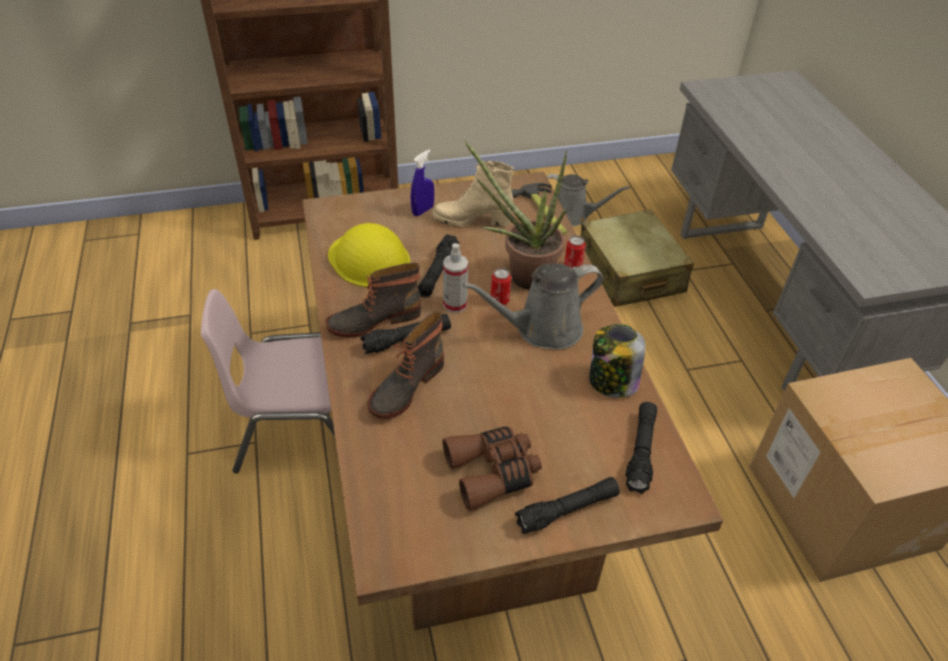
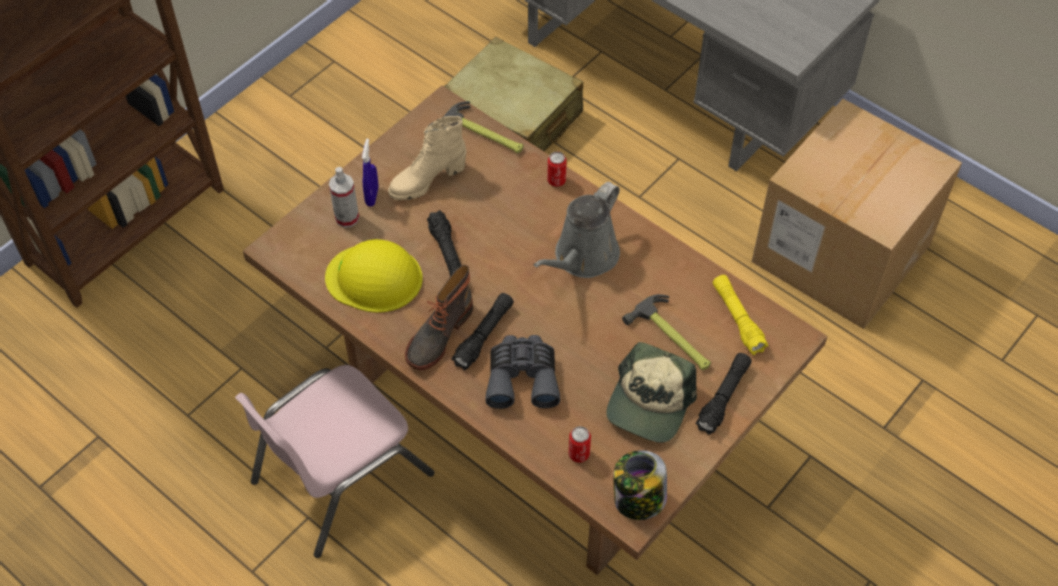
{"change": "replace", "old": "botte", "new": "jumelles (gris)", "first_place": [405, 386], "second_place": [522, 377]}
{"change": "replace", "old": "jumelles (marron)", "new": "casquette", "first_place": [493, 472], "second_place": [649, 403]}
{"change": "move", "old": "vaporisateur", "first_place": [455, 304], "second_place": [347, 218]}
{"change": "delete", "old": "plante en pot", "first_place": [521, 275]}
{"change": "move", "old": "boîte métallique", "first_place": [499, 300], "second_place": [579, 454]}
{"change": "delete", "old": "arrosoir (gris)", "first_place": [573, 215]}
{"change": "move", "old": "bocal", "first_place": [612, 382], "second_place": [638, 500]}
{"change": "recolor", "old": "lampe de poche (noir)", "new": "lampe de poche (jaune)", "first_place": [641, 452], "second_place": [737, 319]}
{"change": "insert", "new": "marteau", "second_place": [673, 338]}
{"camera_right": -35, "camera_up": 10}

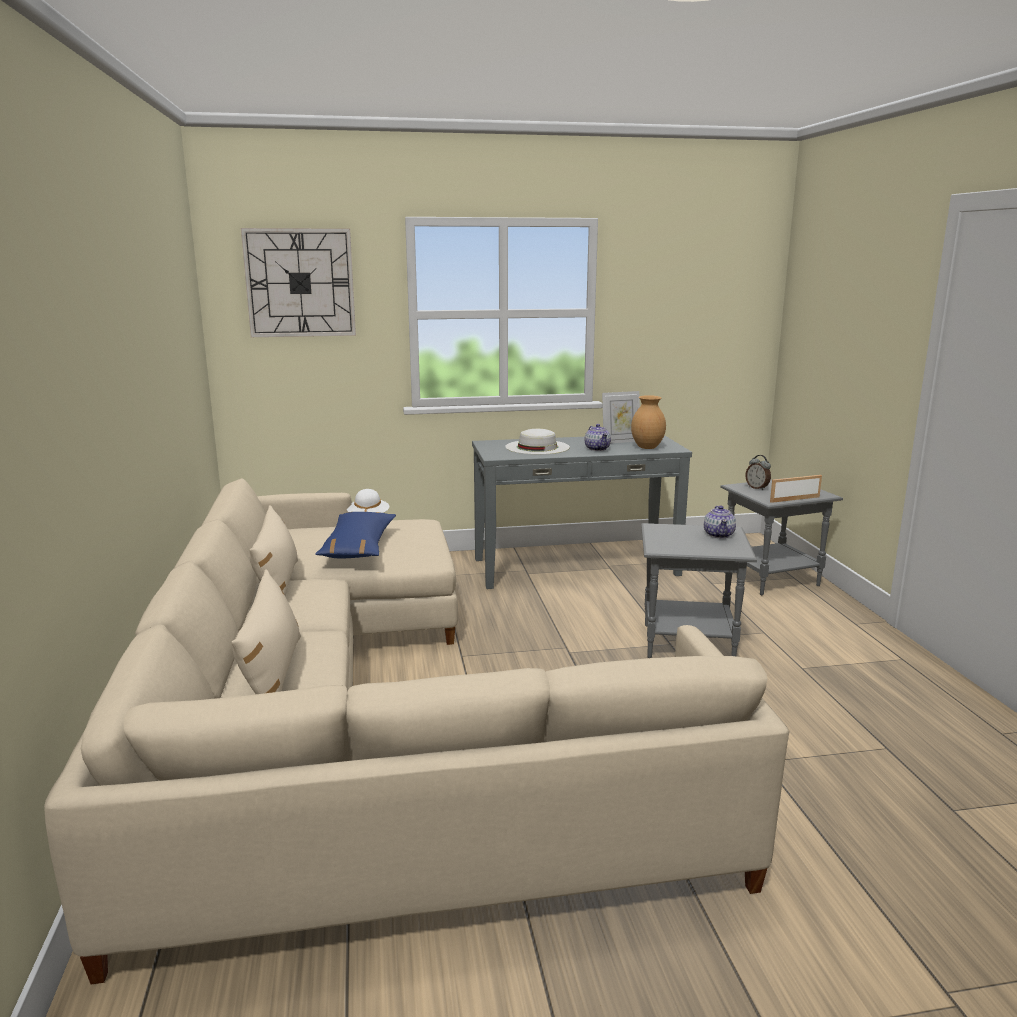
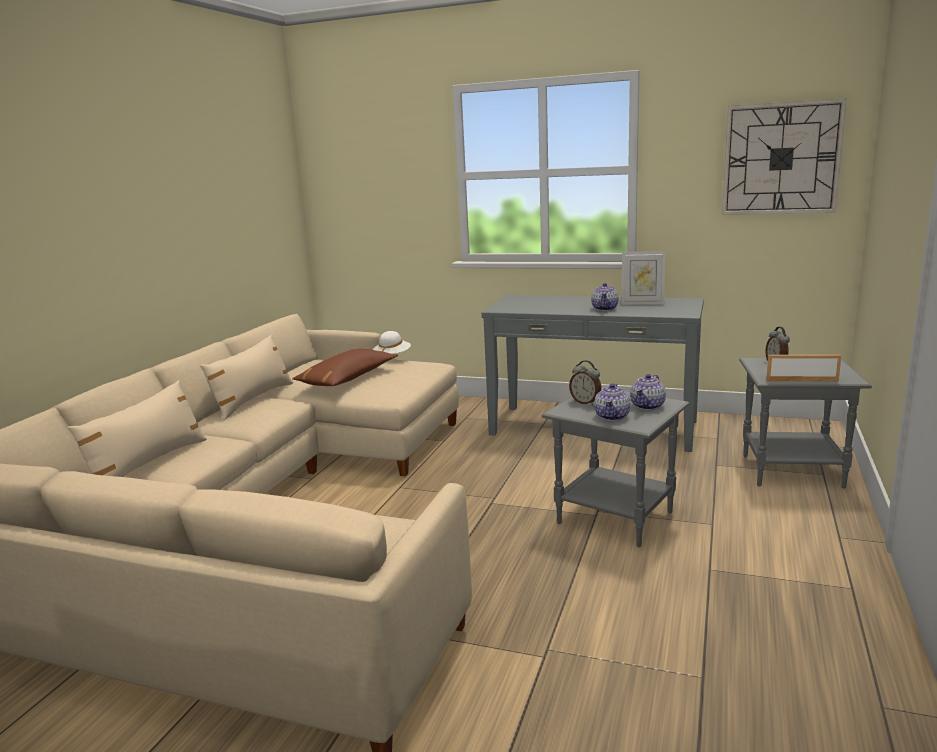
{"change": "move", "old": "horloge murale", "first_place": [300, 283], "second_place": [781, 159]}
{"change": "recolor", "old": "coussin (bleu)", "new": "coussin (marron)", "first_place": [358, 547], "second_place": [347, 378]}
{"change": "delete", "old": "chapeau (blanc)", "first_place": [537, 447]}
{"change": "delete", "old": "vase (marron)", "first_place": [646, 447]}
{"change": "insert", "new": "réveil", "second_place": [585, 402]}
{"change": "insert", "new": "théière", "second_place": [612, 416]}
{"camera_right": 30, "camera_up": 0}

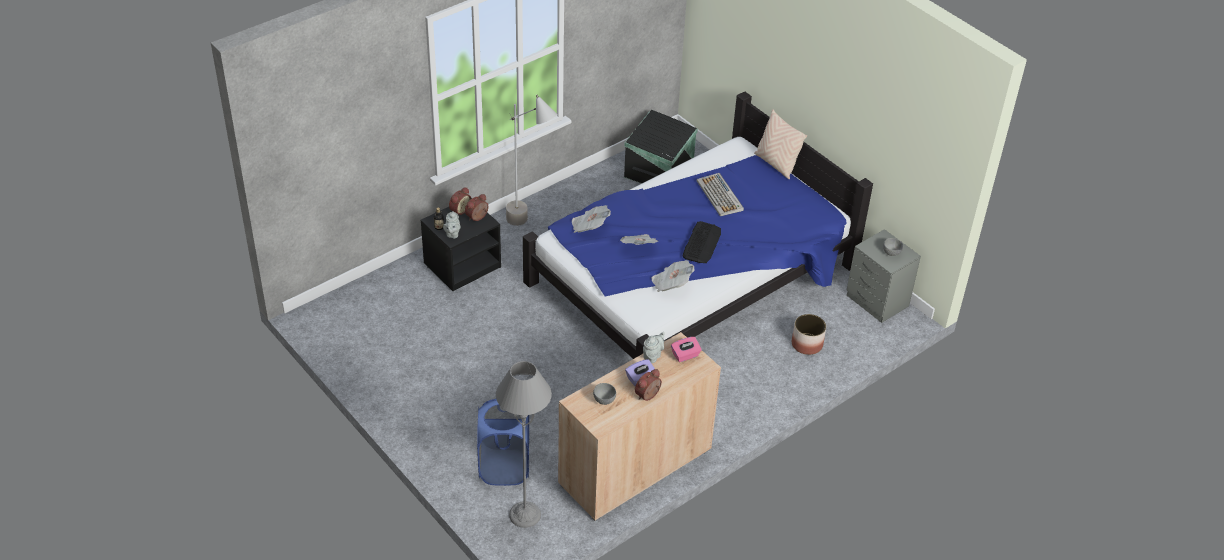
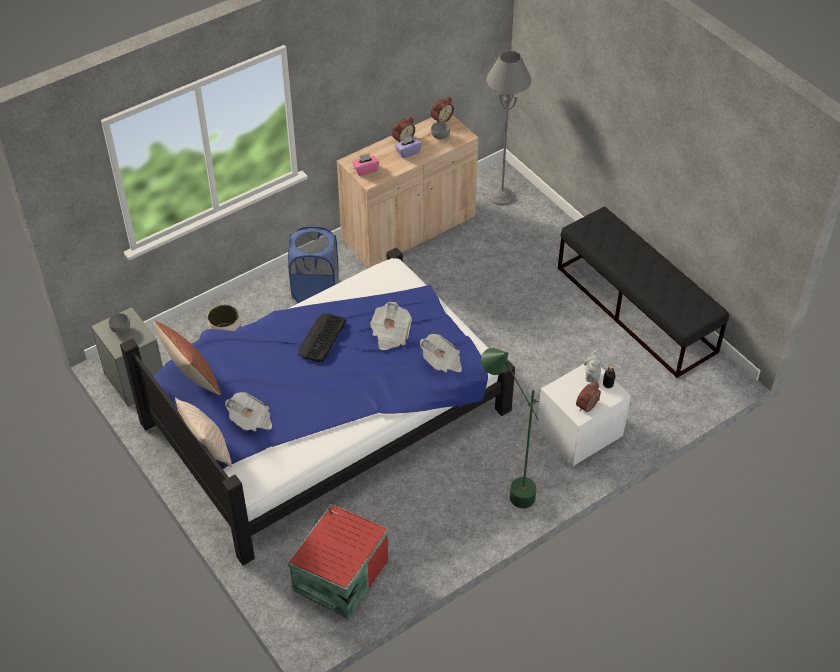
{"change": "recolor", "old": "table de chevet (noir)", "new": "table de chevet (blanc)", "first_place": [462, 265], "second_place": [579, 433]}
{"change": "move", "old": "réveil", "first_place": [478, 218], "second_place": [441, 119]}
{"change": "move", "old": "panier à linge (bleu)", "first_place": [504, 468], "second_place": [316, 291]}
{"change": "recolor", "old": "lampadaire (gris)", "new": "lampadaire (vert)", "first_place": [530, 226], "second_place": [505, 485]}
{"change": "recolor", "old": "boîte de rangement (noir)", "new": "boîte de rangement (rouge)", "first_place": [660, 168], "second_place": [339, 575]}
{"change": "delete", "old": "théière (gris)", "first_place": [653, 355]}
{"change": "move", "old": "journal", "first_place": [671, 284], "second_place": [251, 420]}
{"change": "delete", "old": "clavier", "first_place": [720, 196]}
{"change": "insert", "new": "coussin", "second_place": [191, 379]}
{"change": "insert", "new": "banc (noir)", "second_place": [636, 310]}
{"camera_right": -175, "camera_up": 5}

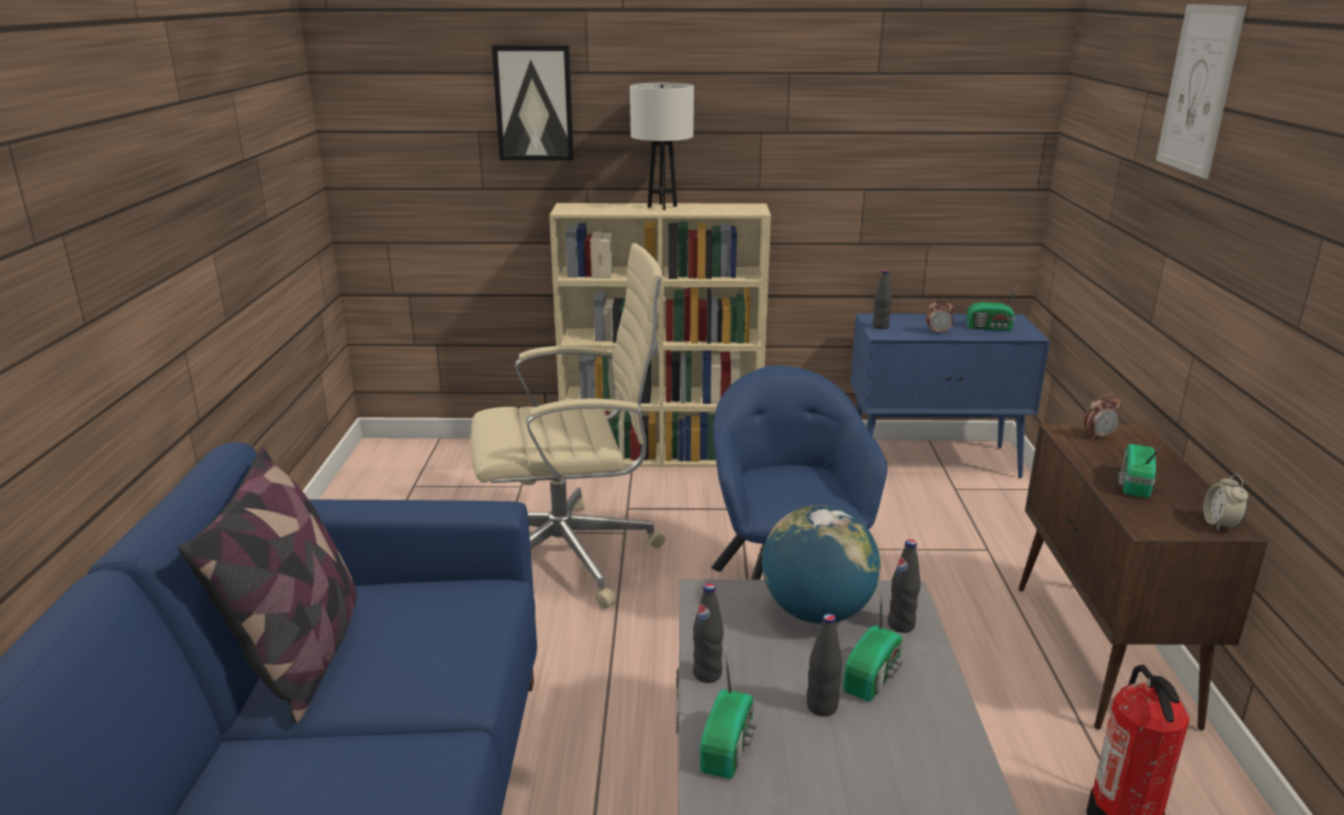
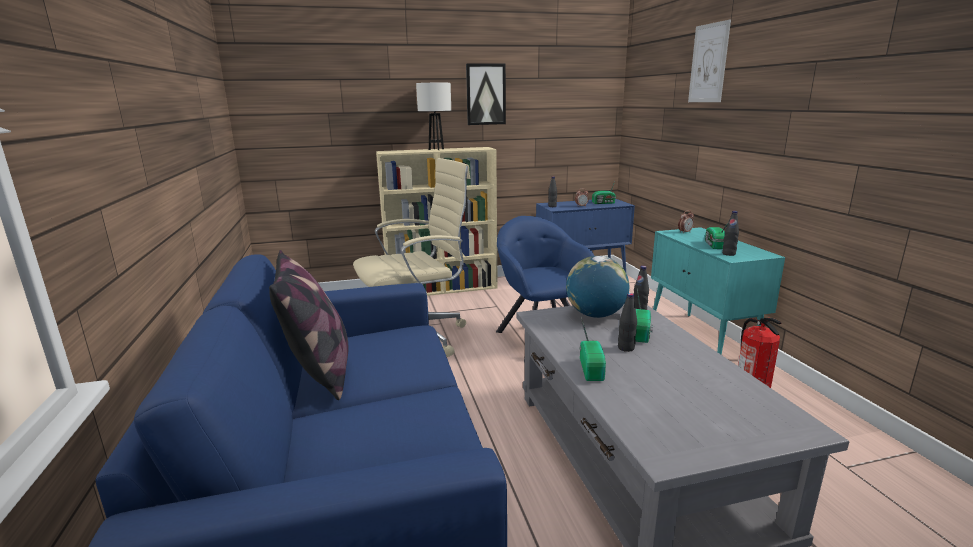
{"change": "move", "old": "tableau", "first_place": [534, 103], "second_place": [485, 94]}
{"change": "move", "old": "bouteille (noir)", "first_place": [707, 674], "second_place": [728, 254]}
{"change": "recolor", "old": "meuble de rangement (marron)", "new": "meuble de rangement (turquoise)", "first_place": [1102, 654], "second_place": [702, 339]}
{"change": "delete", "old": "réveil", "first_place": [1220, 524]}
{"camera_right": -15, "camera_up": -5}

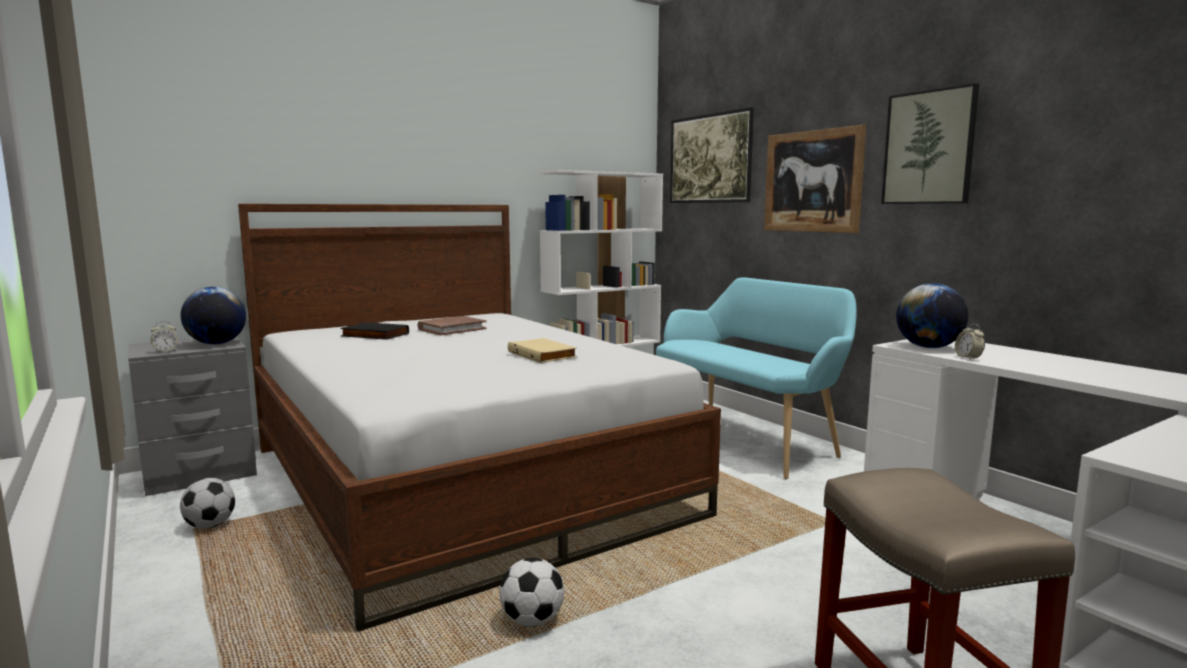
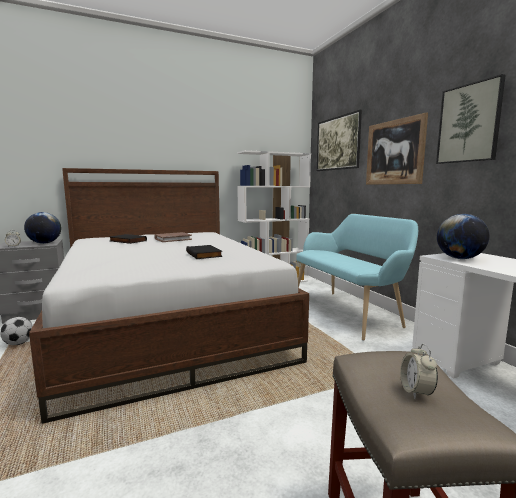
{"change": "delete", "old": "ballon de foot", "first_place": [532, 621]}
{"change": "recolor", "old": "livre (beige)", "new": "livre (noir)", "first_place": [543, 354], "second_place": [205, 254]}
{"change": "move", "old": "réveil", "first_place": [968, 358], "second_place": [416, 391]}
{"camera_right": 10, "camera_up": 0}

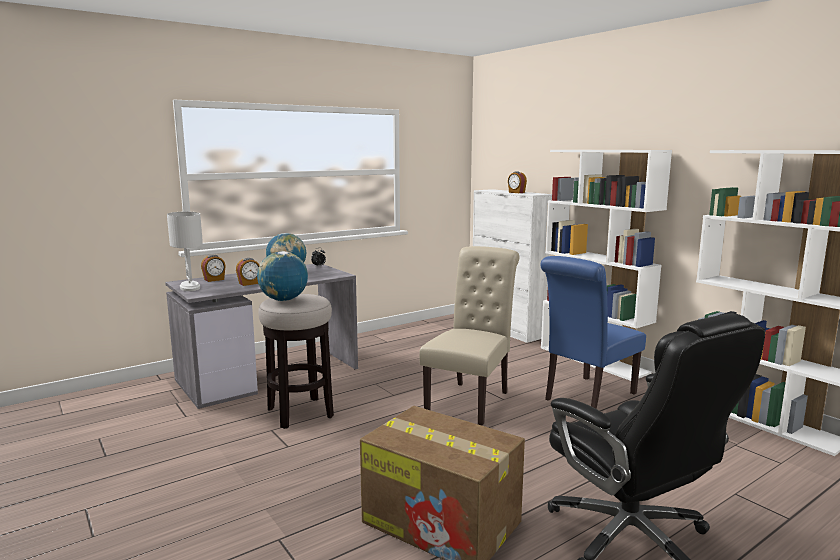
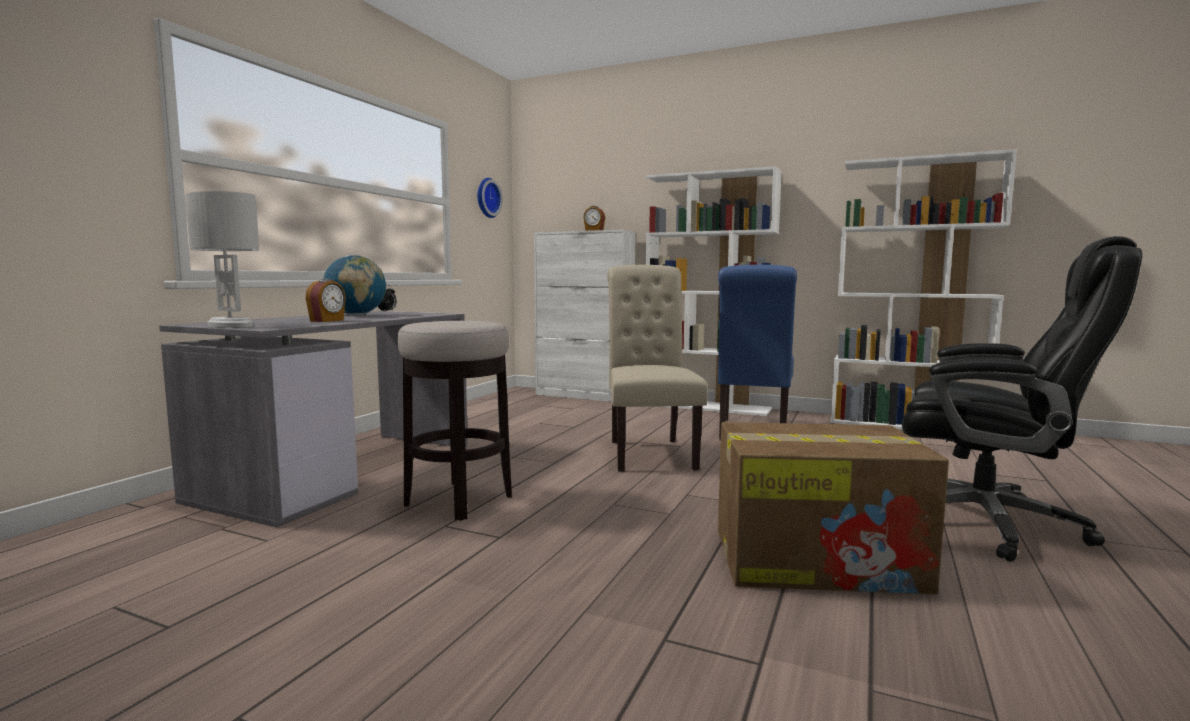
{"change": "delete", "old": "réveil", "first_place": [214, 280]}
{"change": "delete", "old": "globe", "first_place": [284, 300]}
{"change": "insert", "new": "horloge murale", "second_place": [486, 198]}
{"camera_right": -30, "camera_up": -5}

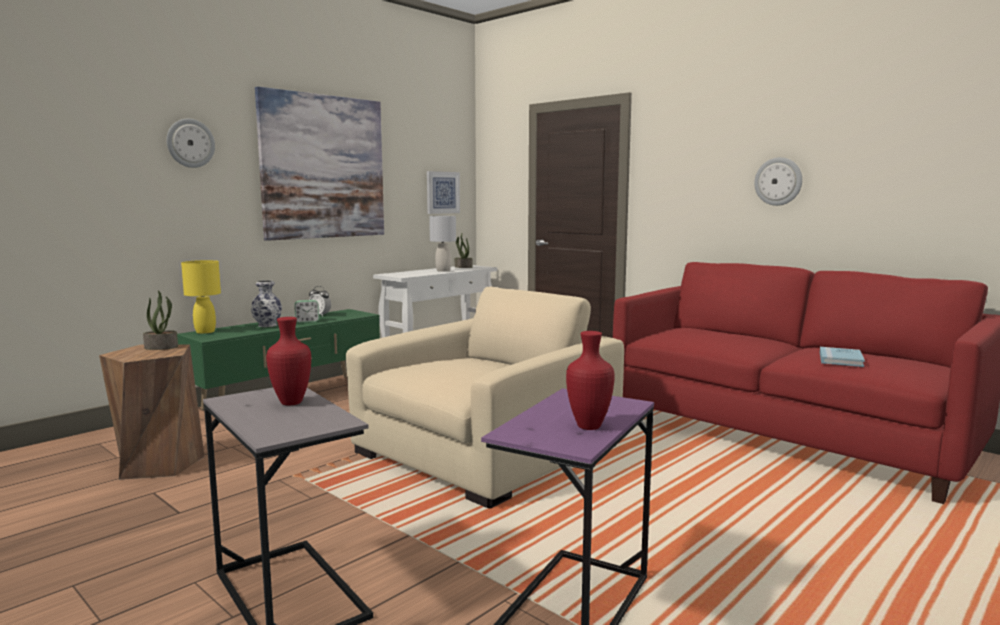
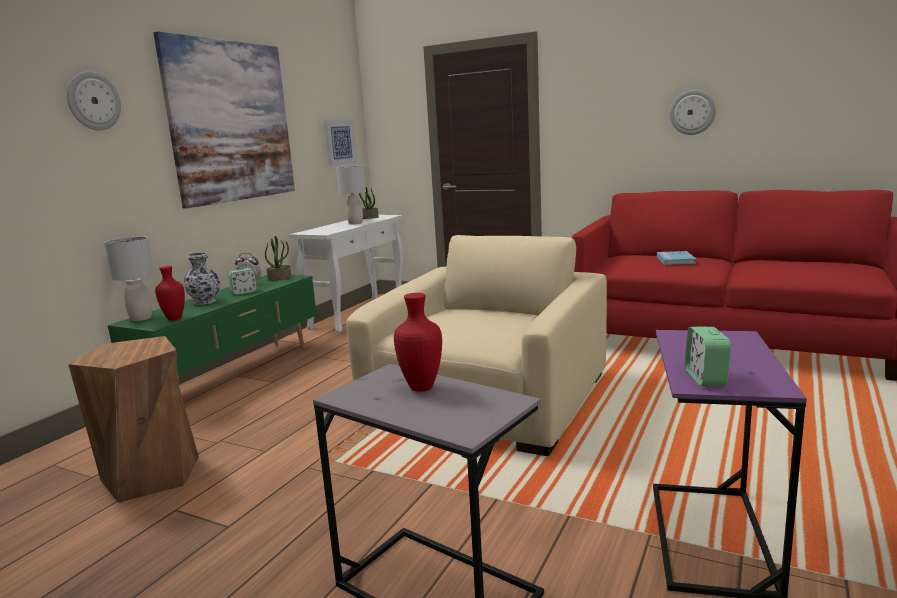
{"change": "move", "old": "plante en pot", "first_place": [162, 347], "second_place": [279, 278]}
{"change": "recolor", "old": "lampe de table (jaune)", "new": "lampe de table (gris)", "first_place": [205, 332], "second_place": [140, 318]}
{"change": "move", "old": "vase (rouge)", "first_place": [590, 426], "second_place": [175, 318]}
{"change": "move", "old": "livre (bleu)", "first_place": [840, 359], "second_place": [675, 260]}
{"change": "insert", "new": "réveil", "second_place": [705, 378]}
{"camera_right": -15, "camera_up": 5}

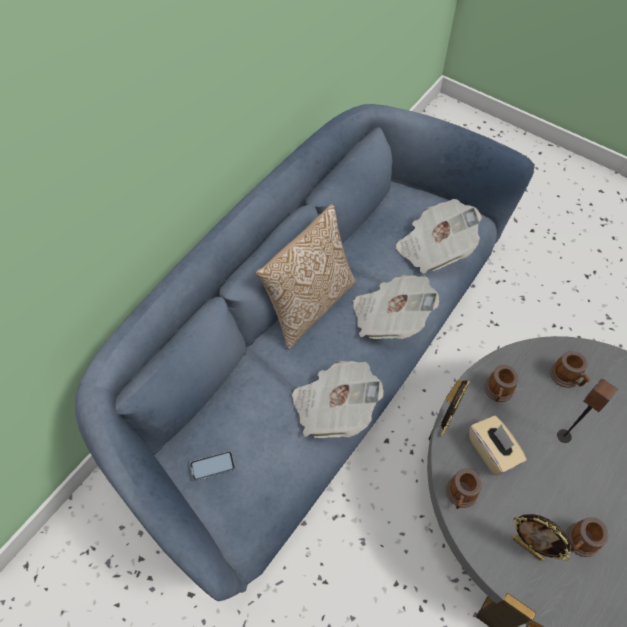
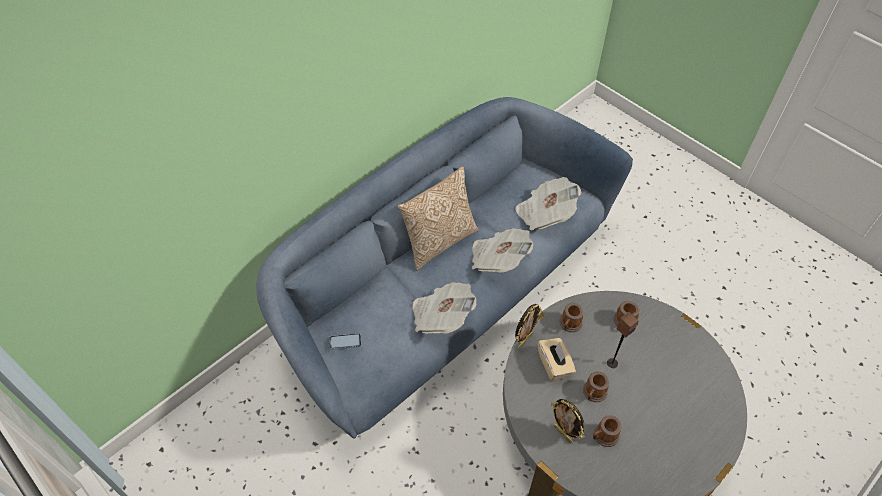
{"change": "move", "old": "mug", "first_place": [460, 495], "second_place": [593, 393]}
{"camera_right": 10, "camera_up": -5}

